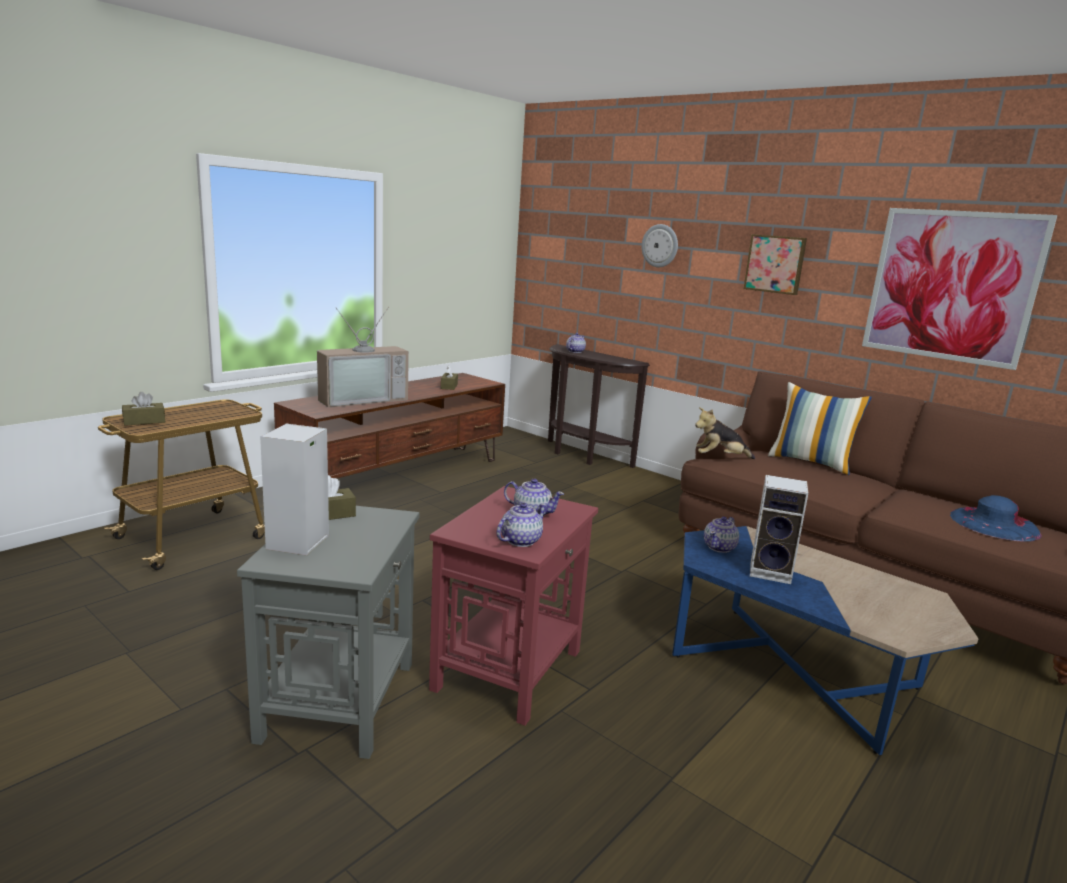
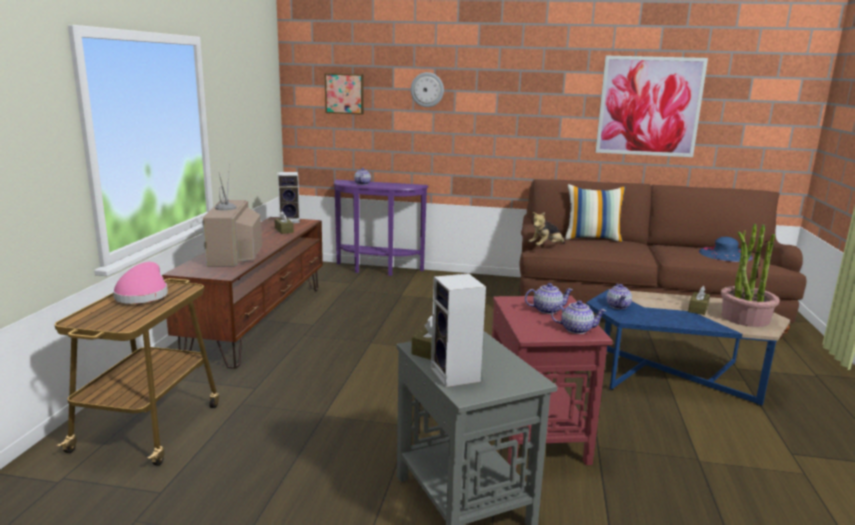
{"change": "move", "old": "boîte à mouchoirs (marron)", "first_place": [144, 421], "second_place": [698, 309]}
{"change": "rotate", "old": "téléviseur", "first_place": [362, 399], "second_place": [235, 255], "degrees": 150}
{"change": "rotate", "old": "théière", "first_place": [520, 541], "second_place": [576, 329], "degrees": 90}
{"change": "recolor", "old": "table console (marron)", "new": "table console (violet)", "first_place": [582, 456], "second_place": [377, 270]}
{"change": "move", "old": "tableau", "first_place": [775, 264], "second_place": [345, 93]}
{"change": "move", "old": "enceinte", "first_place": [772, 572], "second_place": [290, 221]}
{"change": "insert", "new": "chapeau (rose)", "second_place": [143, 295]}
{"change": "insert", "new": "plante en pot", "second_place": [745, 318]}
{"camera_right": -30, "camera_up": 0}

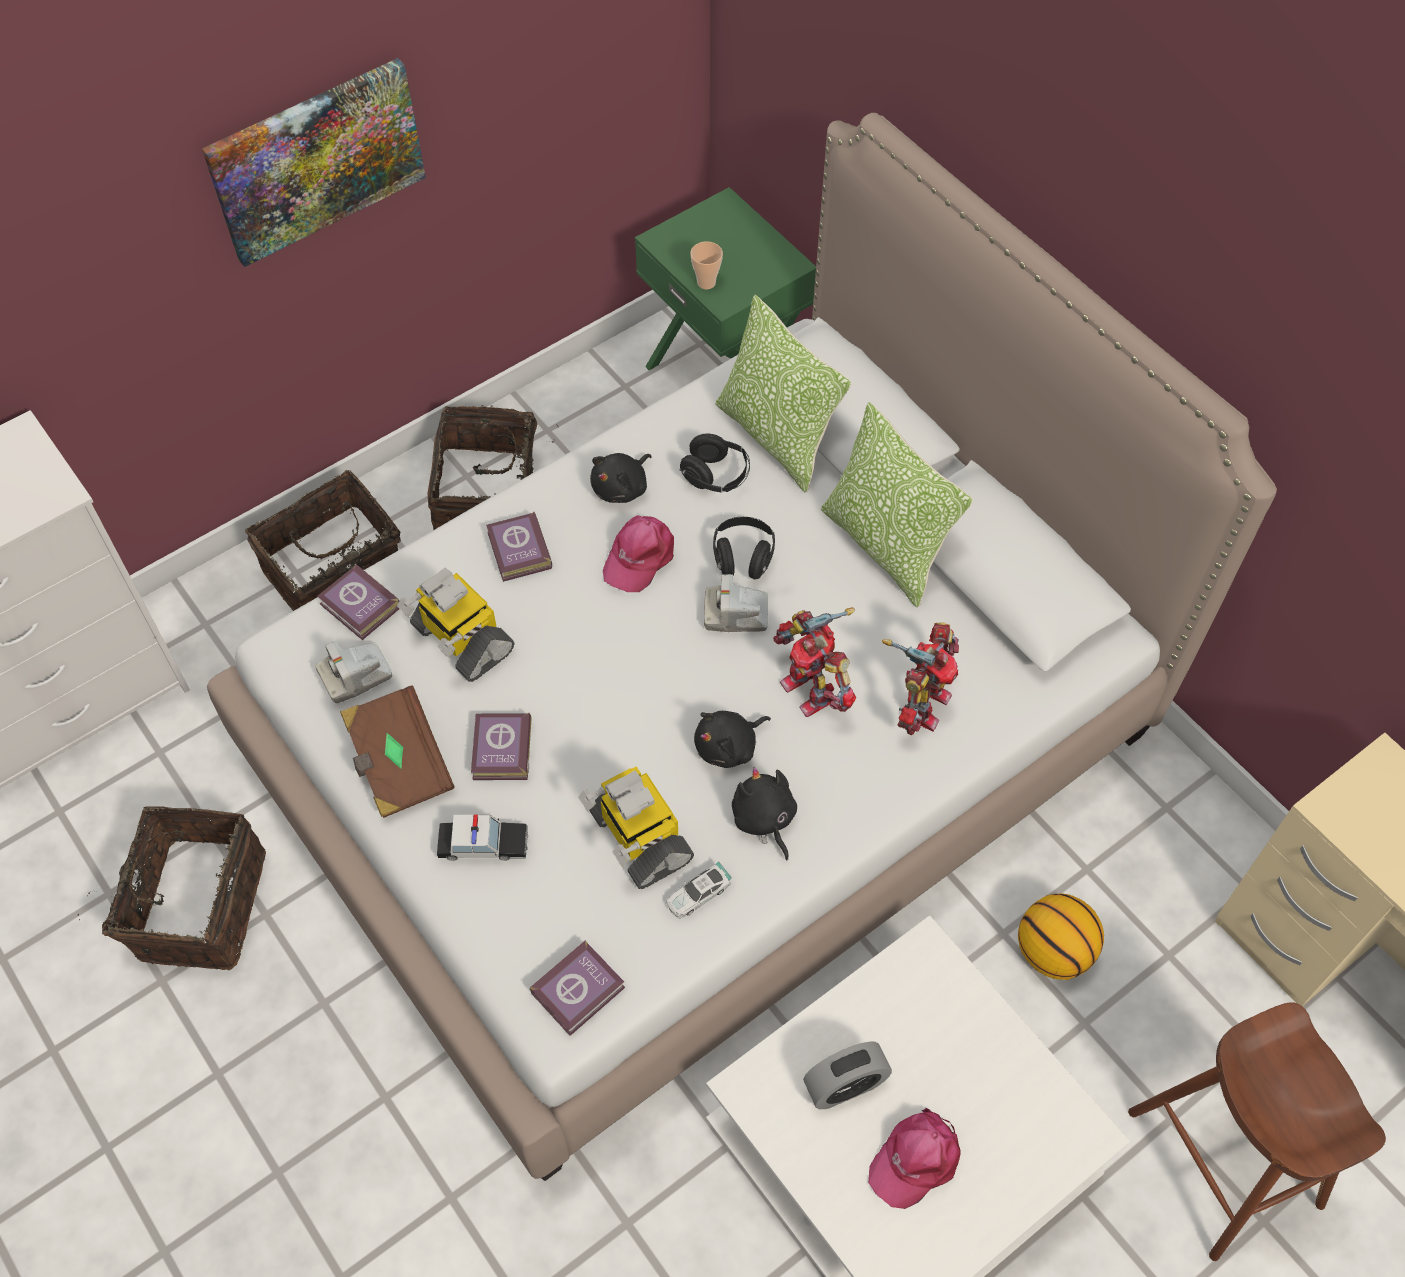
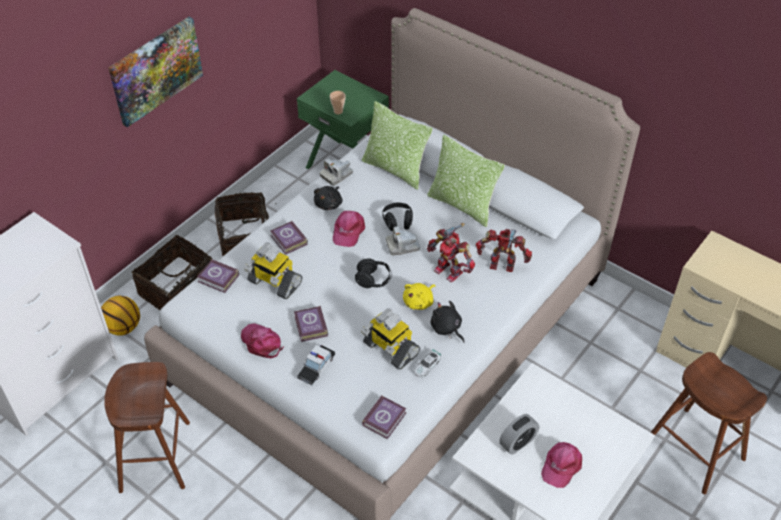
{"change": "replace", "old": "panier", "new": "tabouret (marron)", "first_place": [197, 904], "second_place": [155, 456]}
{"change": "move", "old": "appareil photo", "first_place": [356, 675], "second_place": [336, 175]}
{"change": "replace", "old": "livre (marron)", "new": "casquette (rose)", "first_place": [398, 764], "second_place": [262, 342]}
{"change": "rotate", "old": "petite voiture", "first_place": [484, 844], "second_place": [316, 367], "degrees": 135}
{"change": "move", "old": "casque audio (noir)", "first_place": [716, 476], "second_place": [373, 280]}
{"change": "recolor", "old": "peluche (noir)", "new": "peluche (jaune)", "first_place": [729, 746], "second_place": [419, 302]}
{"change": "rotate", "old": "robot jouet", "first_place": [921, 704], "second_place": [502, 266], "degrees": -90}
{"change": "move", "old": "ballon de basket", "first_place": [1053, 952], "second_place": [123, 327]}
{"camera_right": -15, "camera_up": -10}

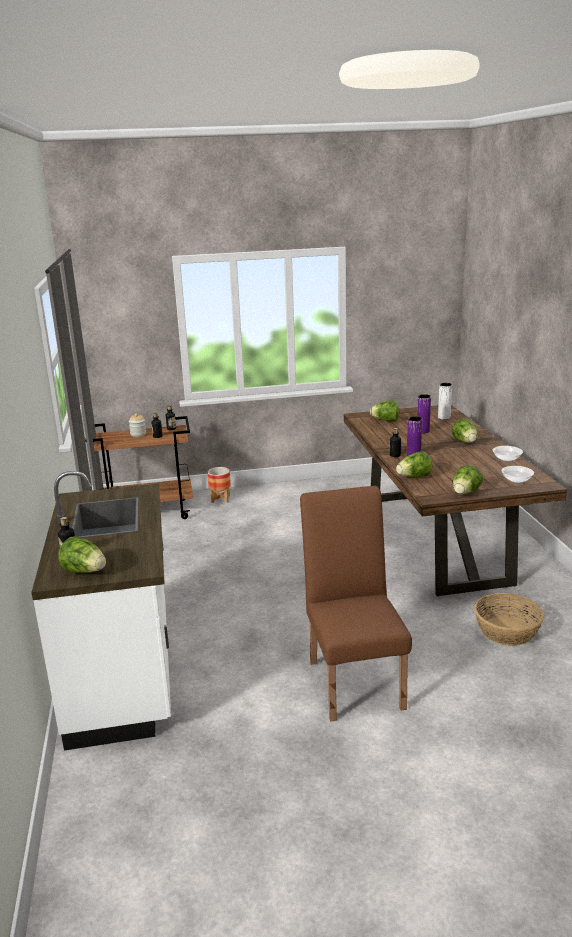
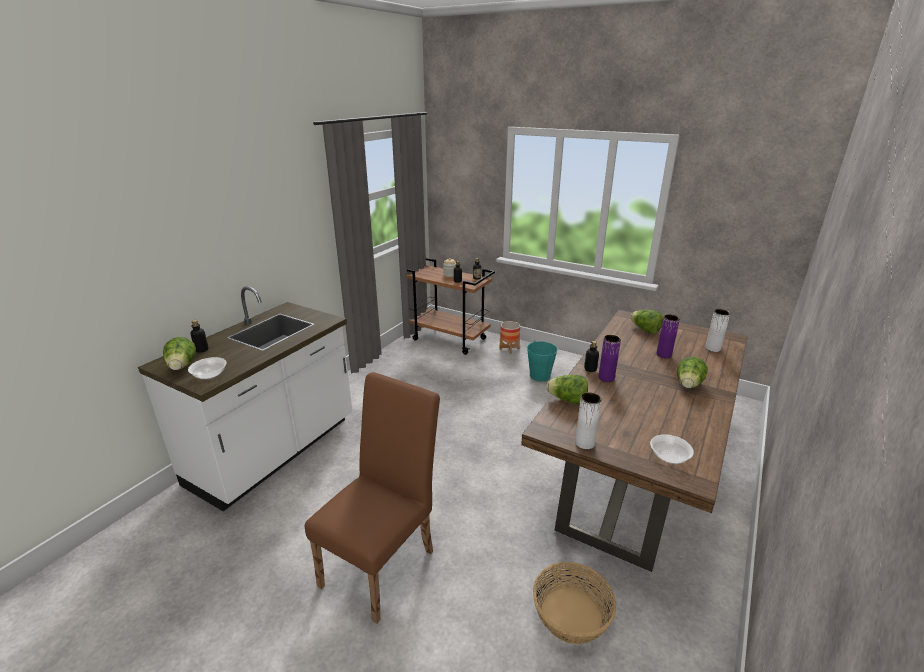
{"change": "replace", "old": "laitue", "new": "vase (blanc)", "first_place": [465, 493], "second_place": [584, 443]}
{"change": "move", "old": "bol", "first_place": [506, 459], "second_place": [209, 375]}
{"change": "insert", "new": "seau (turquoise)", "second_place": [540, 375]}
{"camera_right": 40, "camera_up": 5}

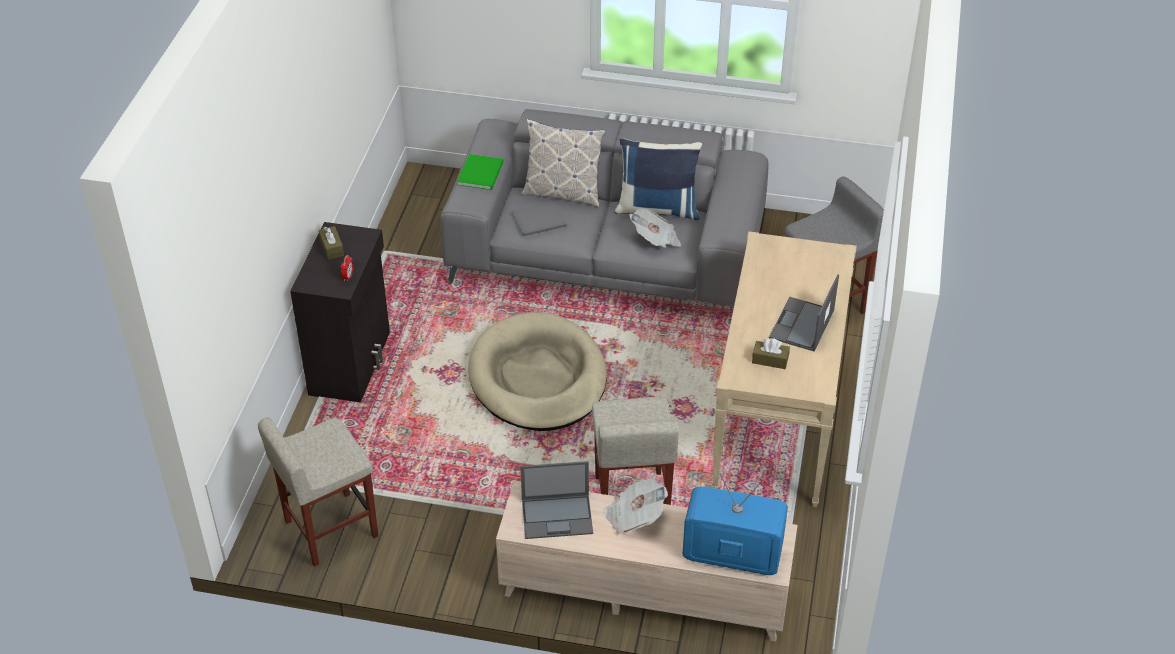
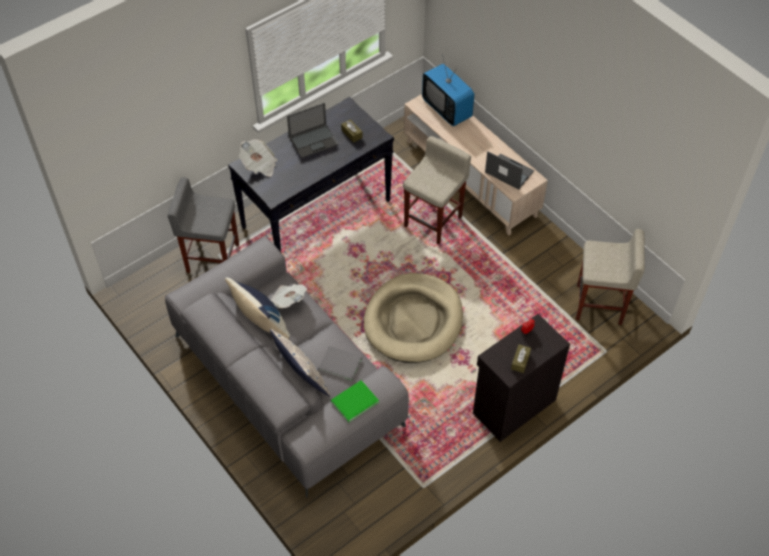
{"change": "move", "old": "journal", "first_place": [634, 516], "second_place": [259, 165]}
{"change": "recolor", "old": "table console (beige)", "new": "table console (noir)", "first_place": [777, 419], "second_place": [317, 213]}
{"camera_right": -140, "camera_up": 10}

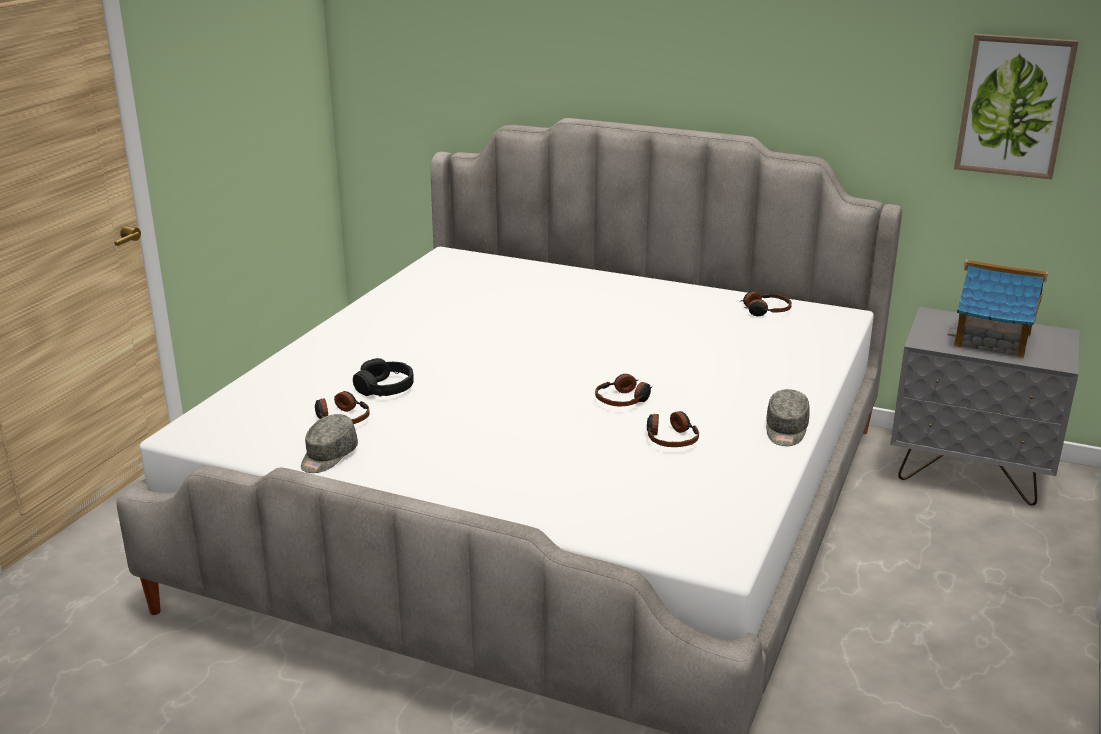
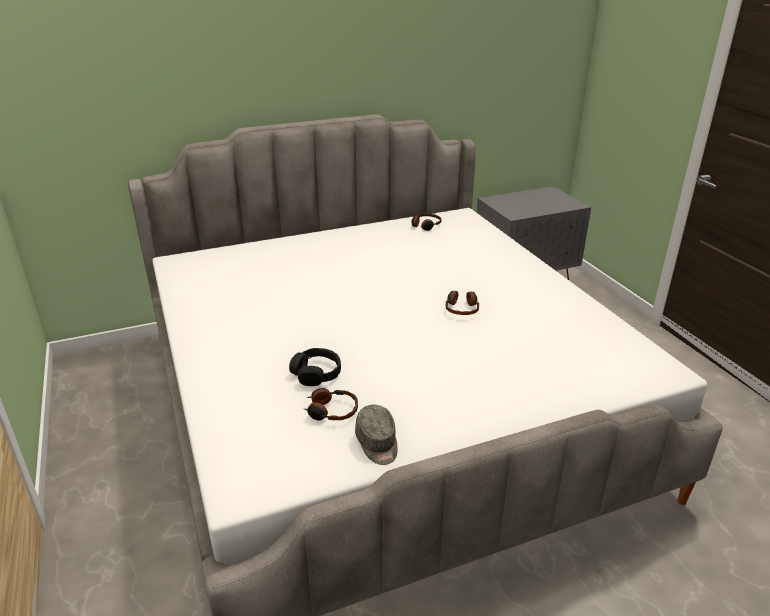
{"change": "delete", "old": "casque audio", "first_place": [670, 438]}
{"change": "delete", "old": "casquette (gris)", "first_place": [786, 430]}
{"change": "delete", "old": "maison miniature", "first_place": [993, 340]}
{"change": "delete", "old": "tableau", "first_place": [1014, 106]}
{"camera_right": -45, "camera_up": 5}

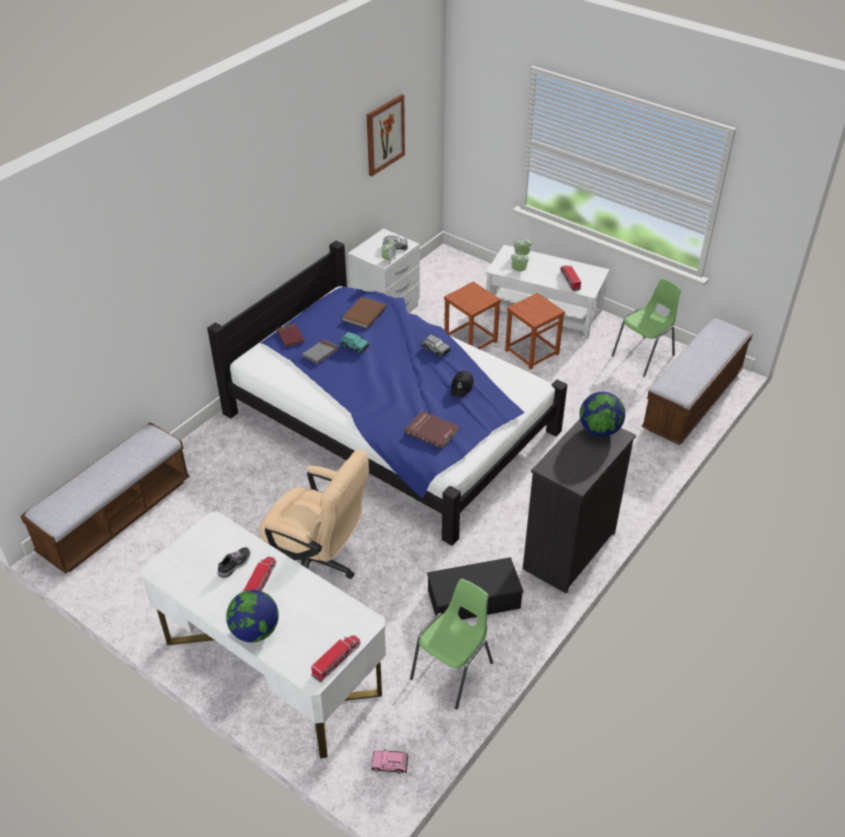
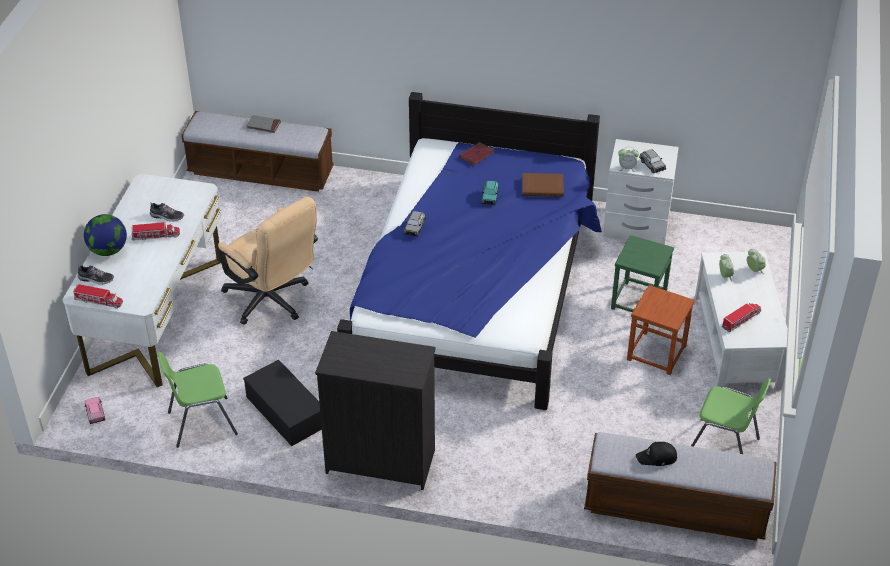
{"change": "rotate", "old": "chaise de bureau (beige)", "first_place": [317, 565], "second_place": [272, 302], "degrees": -45}
{"change": "move", "old": "livre (gris)", "first_place": [320, 353], "second_place": [263, 125]}
{"change": "delete", "old": "tableau", "first_place": [384, 134]}
{"change": "delete", "old": "livre (rouge)", "first_place": [432, 430]}
{"change": "rotate", "old": "chaise (vert)", "first_place": [453, 671], "second_place": [201, 422], "degrees": 150}
{"change": "move", "old": "petite voiture (gris)", "first_place": [436, 349], "second_place": [414, 227]}
{"change": "recolor", "old": "tabouret (marron)", "new": "tabouret (vert)", "first_place": [470, 341], "second_place": [638, 301]}
{"change": "move", "old": "casquette (noir)", "first_place": [462, 387], "second_place": [657, 458]}
{"change": "delete", "old": "globe", "first_place": [599, 430]}
{"change": "insert", "new": "chaussure", "second_place": [96, 279]}
{"camera_right": 65, "camera_up": 0}

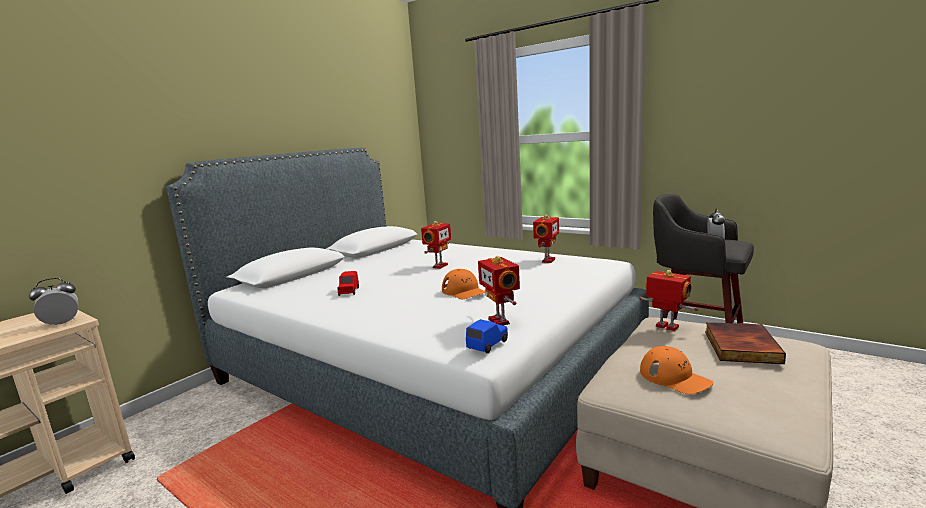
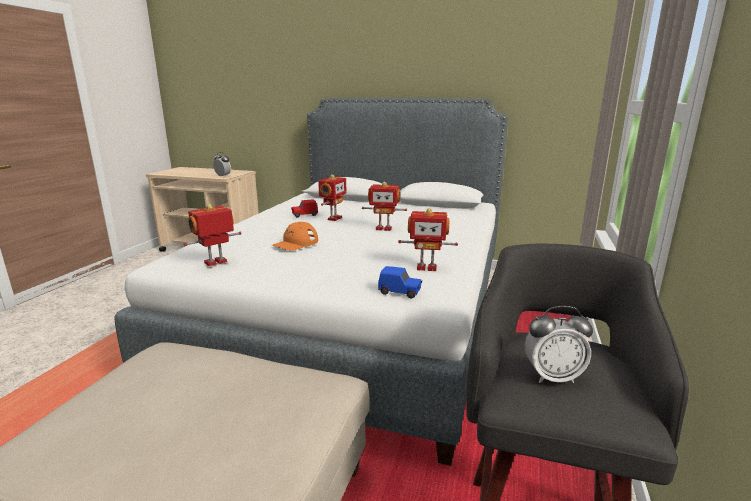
{"change": "move", "old": "petite voiture (bleu)", "first_place": [488, 345], "second_place": [400, 292]}
{"change": "move", "old": "robot jouet", "first_place": [666, 327], "second_place": [333, 218]}
{"change": "delete", "old": "casquette (orange)", "first_place": [675, 377]}
{"change": "delete", "old": "livre", "first_place": [739, 346]}
{"camera_right": 70, "camera_up": 5}

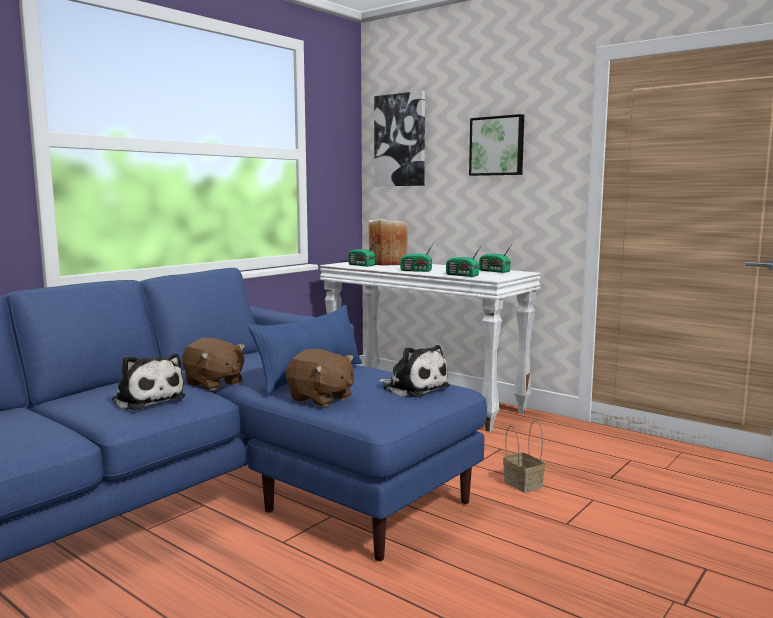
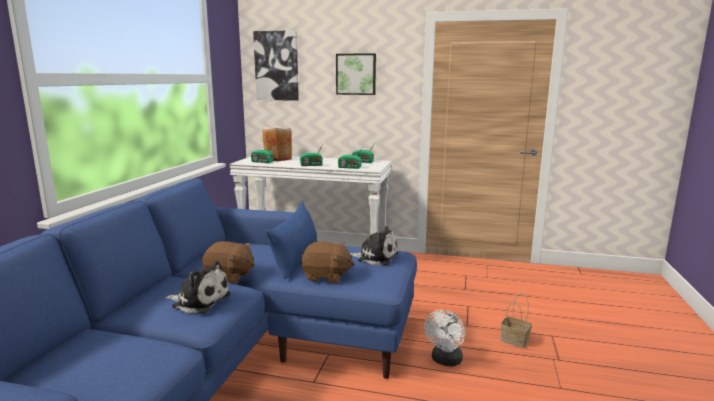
{"change": "move", "old": "panier", "first_place": [521, 483], "second_place": [513, 340]}
{"change": "insert", "new": "ventilateur (blanc)", "second_place": [445, 361]}
{"camera_right": -25, "camera_up": 5}

